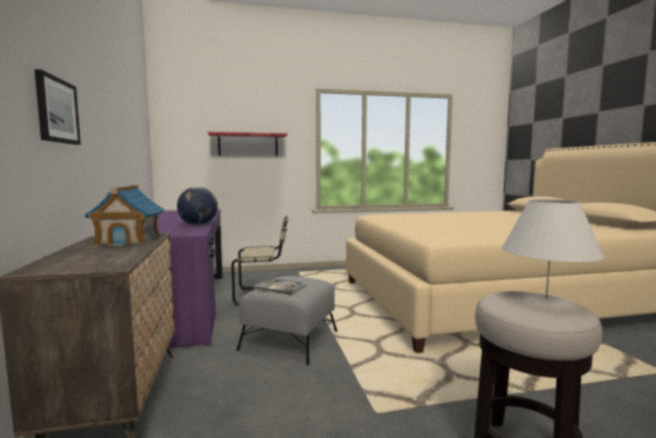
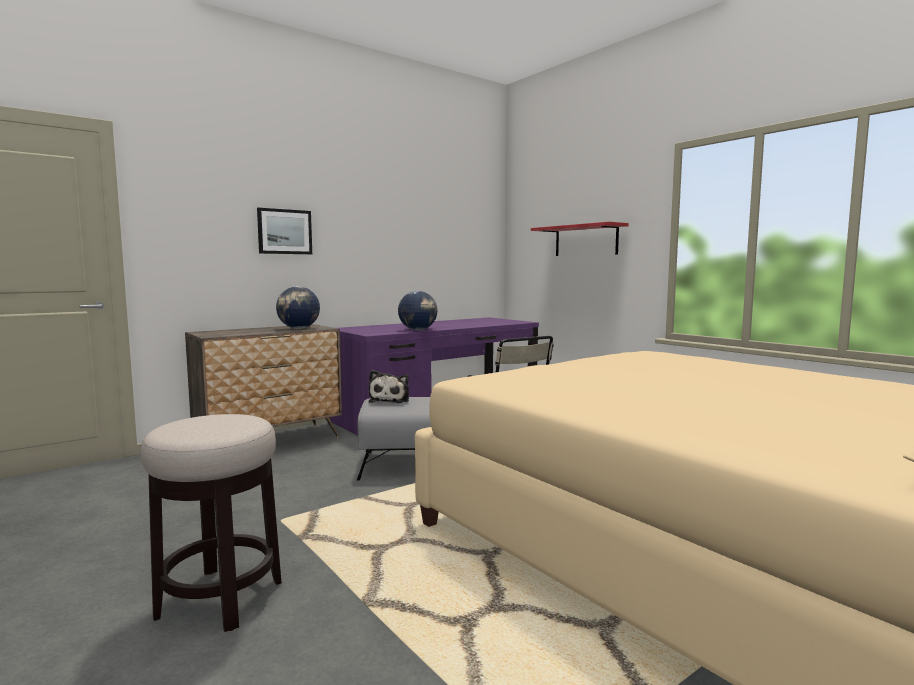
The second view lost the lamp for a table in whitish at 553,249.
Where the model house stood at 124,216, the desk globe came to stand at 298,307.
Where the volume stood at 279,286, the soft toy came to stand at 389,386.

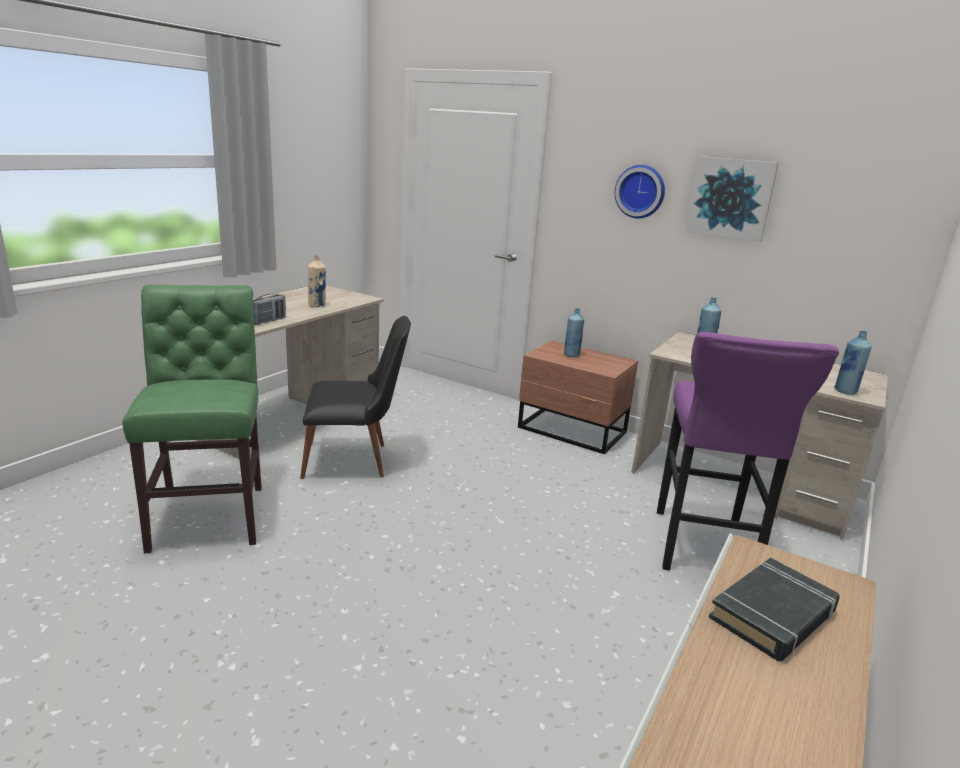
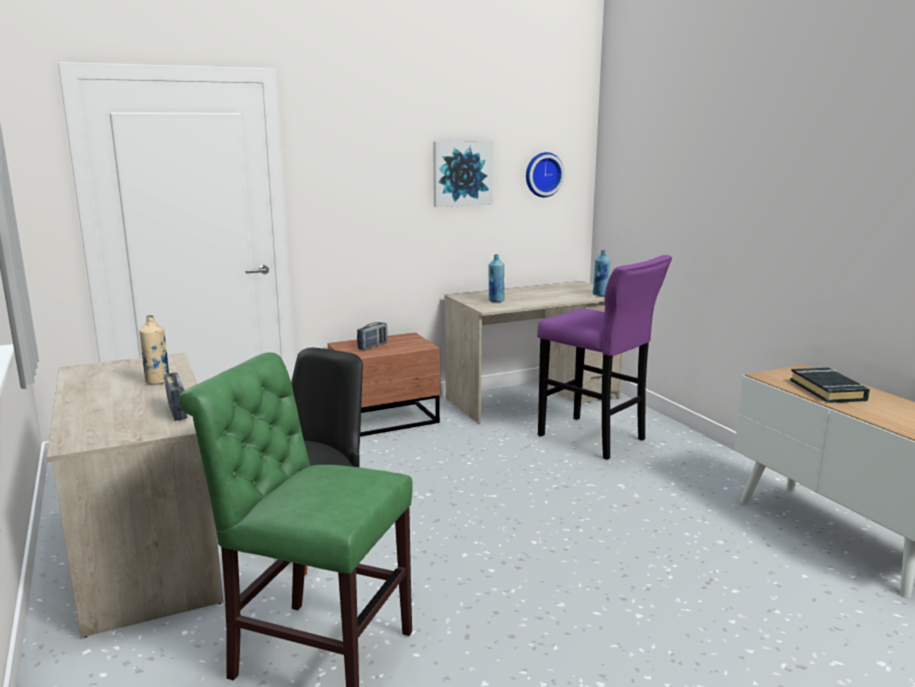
The wall clock ended up elsewhere, having gone from 640,191 to 545,174.
Where the beverage bottle in bluish stood at 574,332, the radio receiver came to stand at 372,336.

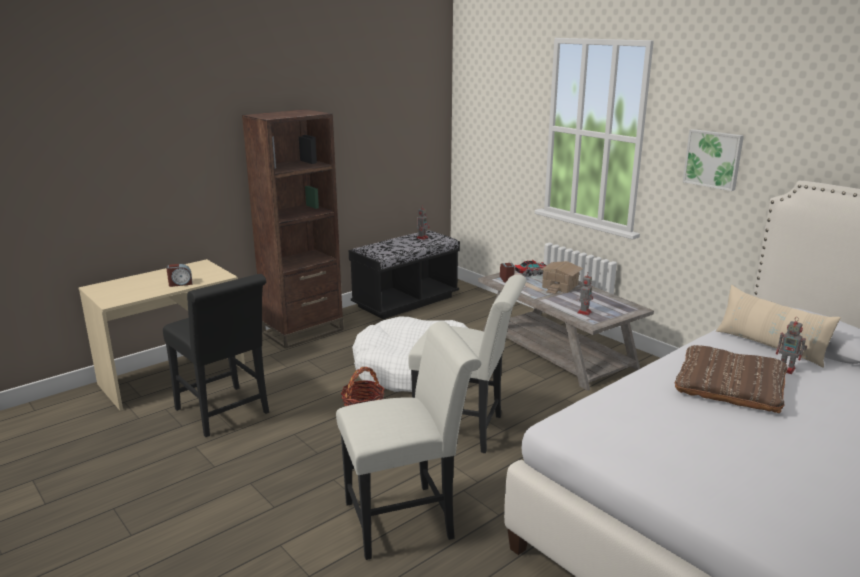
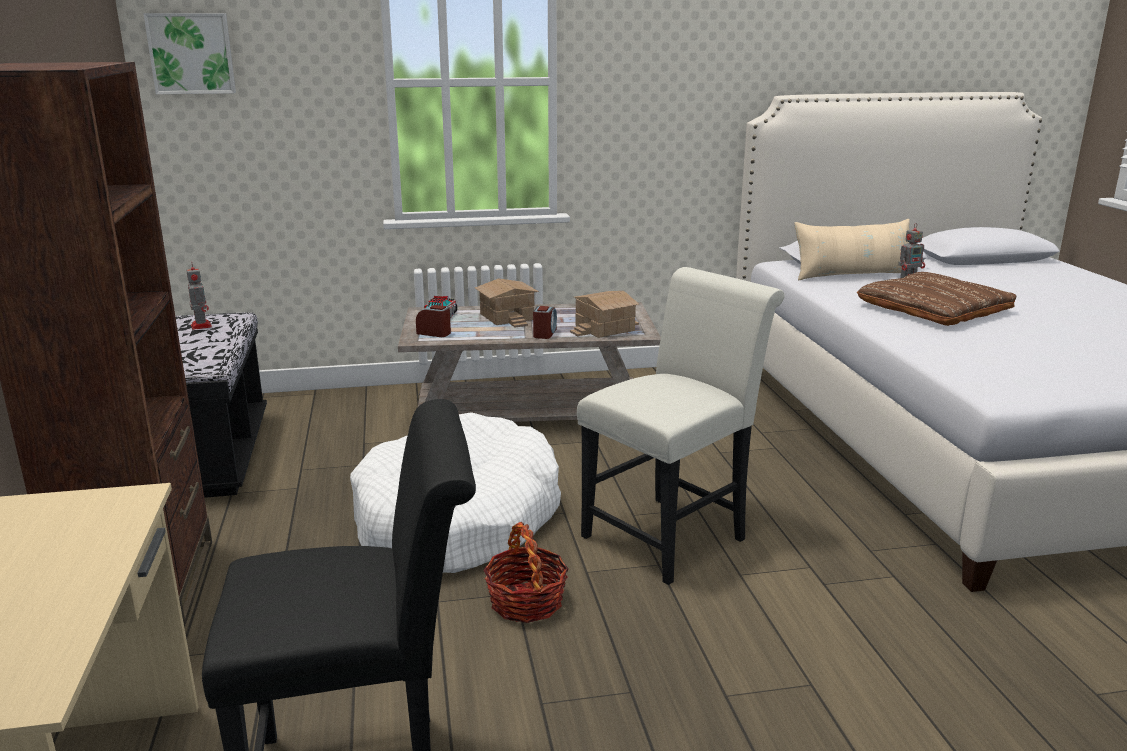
The second view lost the upright chair in whitish at 409,440.
The alarm clock ended up elsewhere, having gone from 179,275 to 545,322.
The wall picture ended up elsewhere, having gone from 713,160 to 189,53.
Where the toy robot stood at 585,294, the model house came to stand at 604,314.

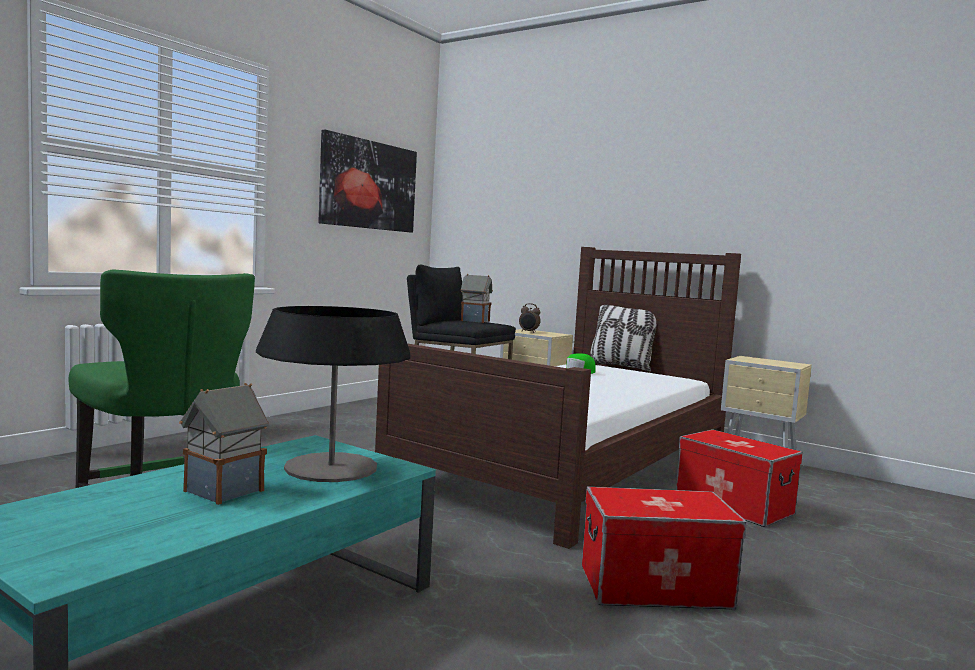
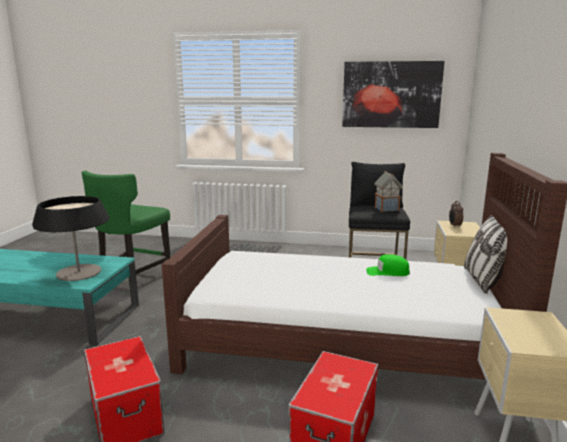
The second view lost the model house at 224,444.

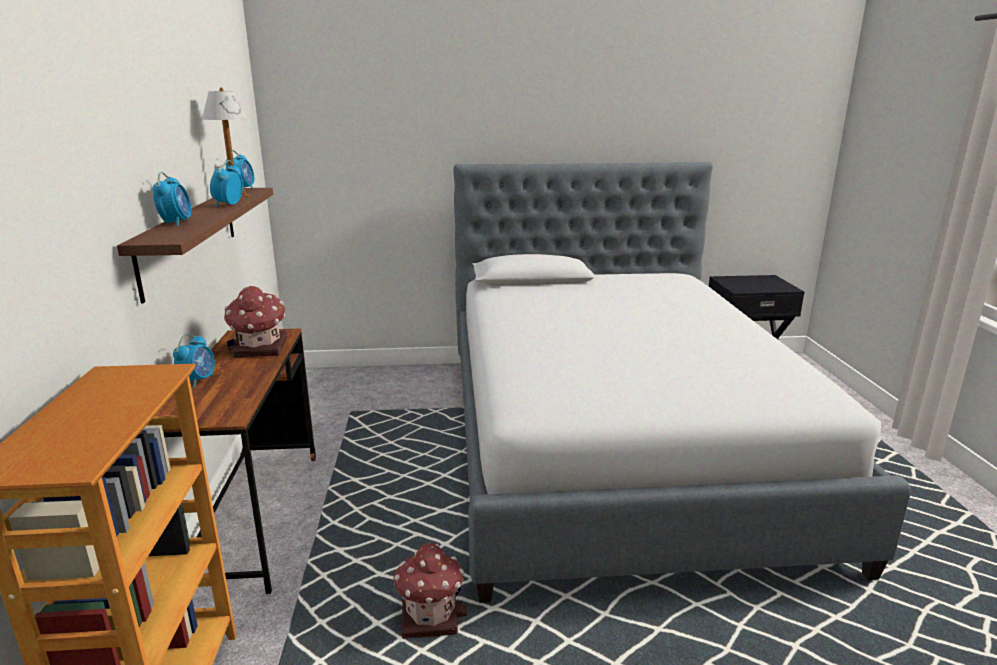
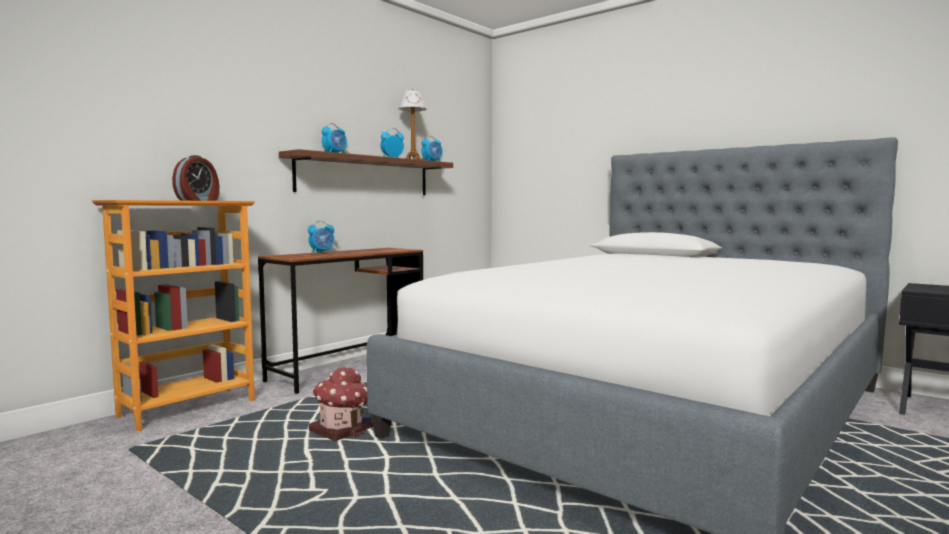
The second view lost the model house at 255,321.
The second view gained the alarm clock at 196,178.

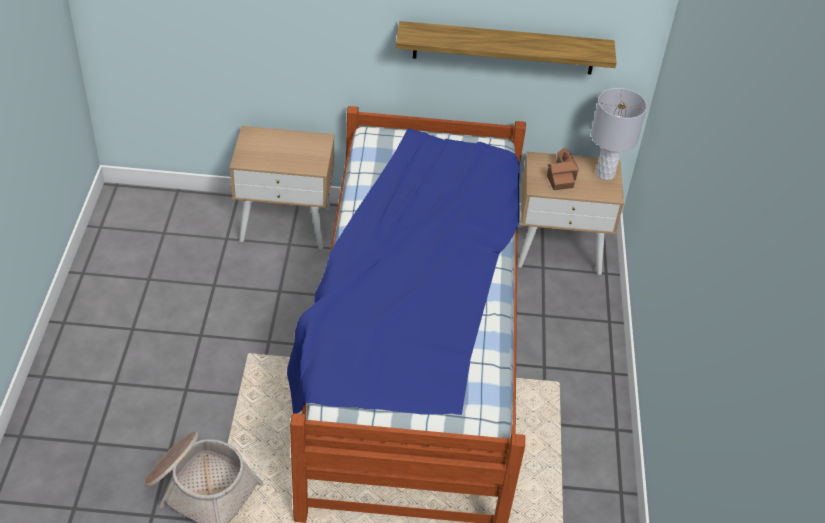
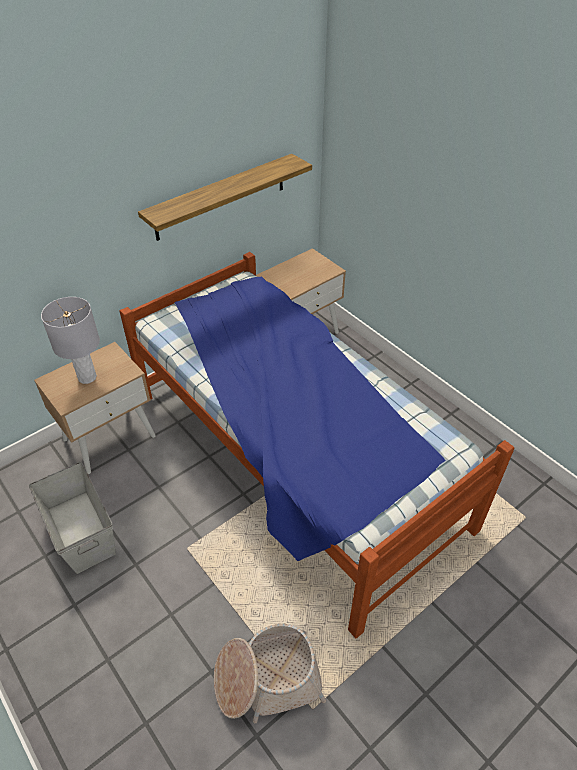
The second view lost the model house at 563,169.
The second view gained the storage bin in grey at 72,518.
The lamp for a table in grey ended up elsewhere, having gone from 619,134 to 70,340.

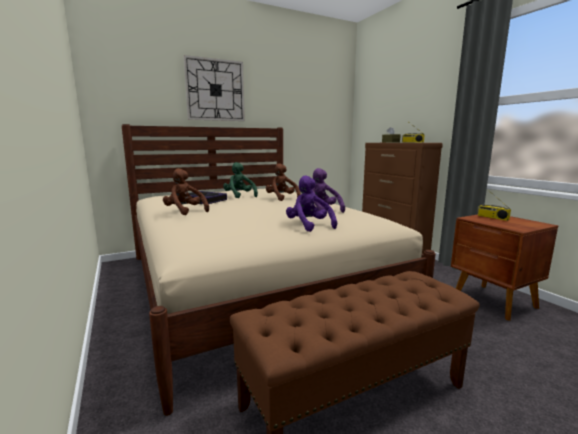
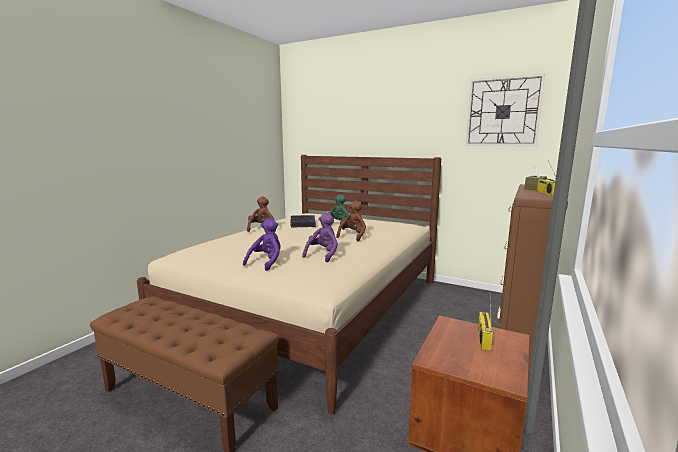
The wall clock ended up elsewhere, having gone from 214,88 to 505,110.

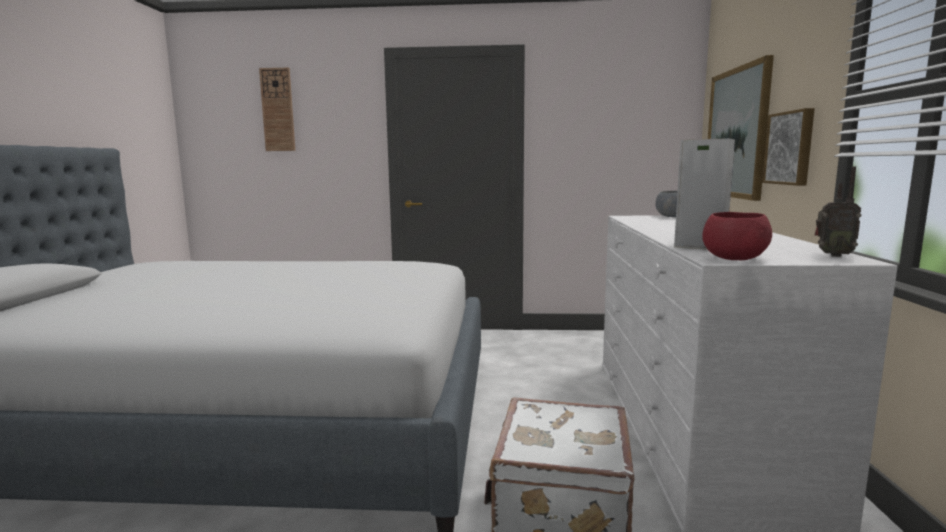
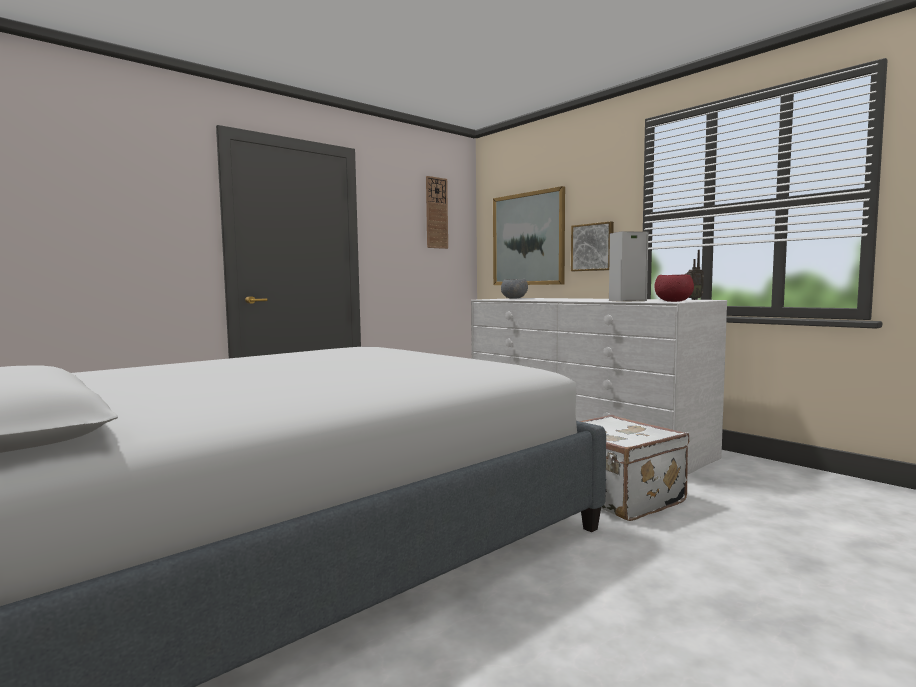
The wall clock ended up elsewhere, having gone from 277,109 to 437,212.

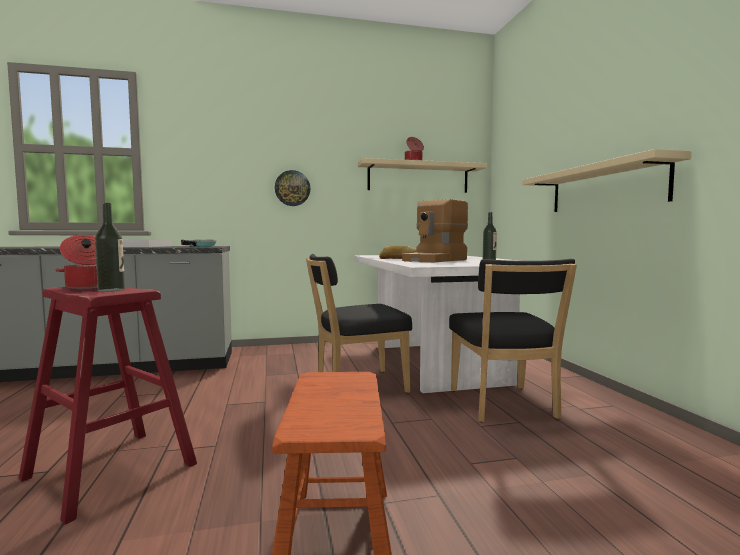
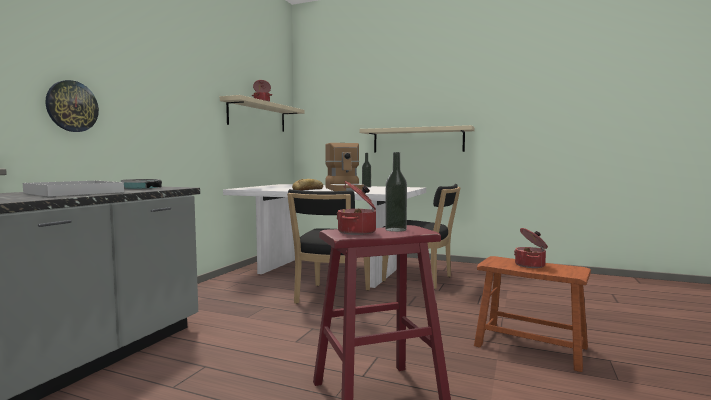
The second view gained the cooking pot at 531,248.
The wall clock ended up elsewhere, having gone from 292,188 to 72,106.

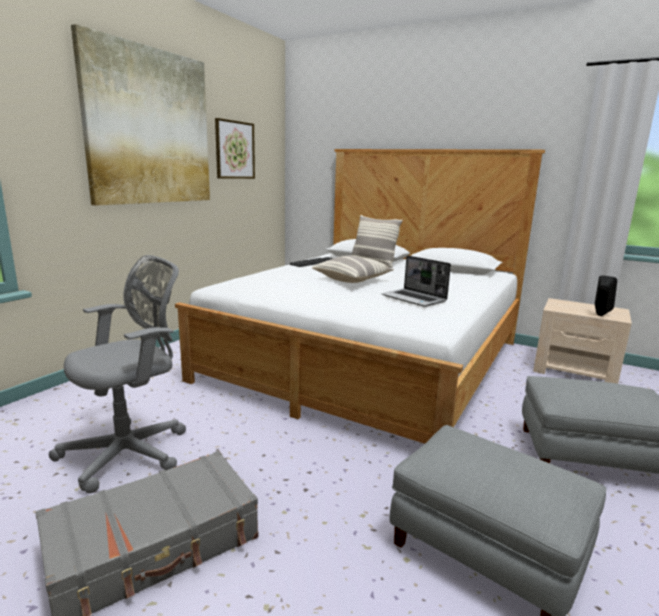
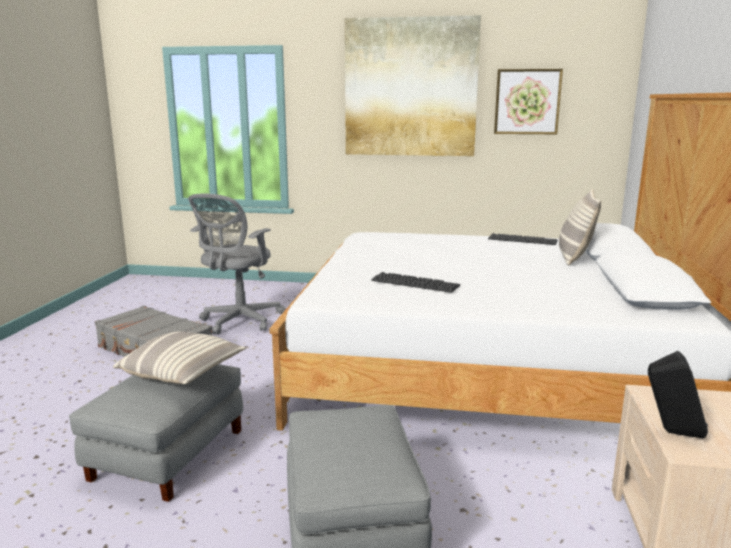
The throw pillow ended up elsewhere, having gone from 353,269 to 179,357.
Where the laptop stood at 416,281, the PC keyboard came to stand at 416,282.
The office chair in grey at 117,374 ended up facing another way, 90 degrees clockwise from before.

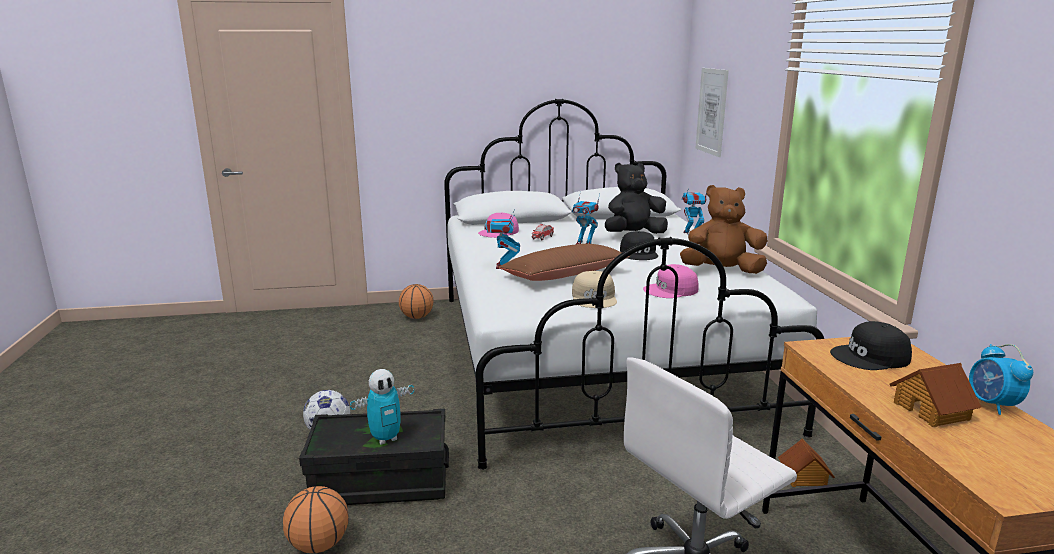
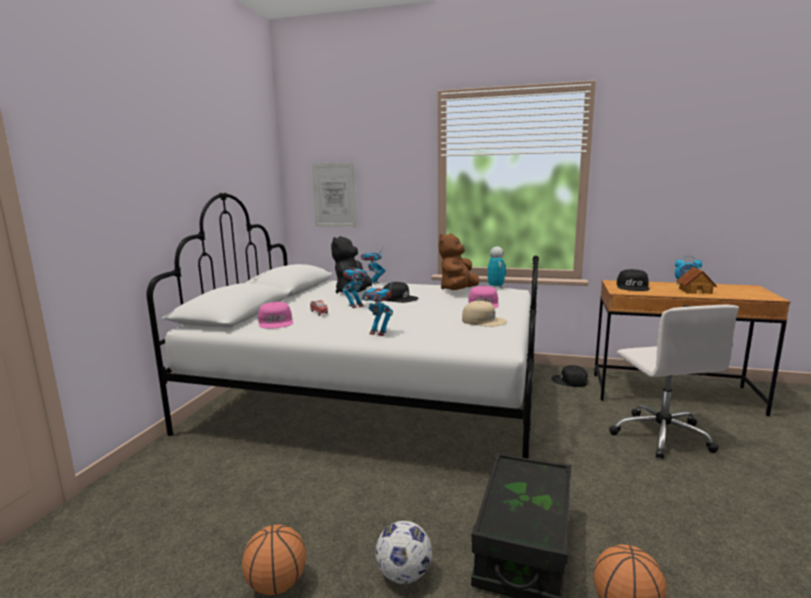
The second view lost the throw pillow in brown at 564,262.
The toy robot ended up elsewhere, having gone from 382,407 to 496,267.
The basketball ended up elsewhere, having gone from 416,301 to 274,560.
Where the model house stood at 806,463, the peaked cap in black came to stand at 569,376.

